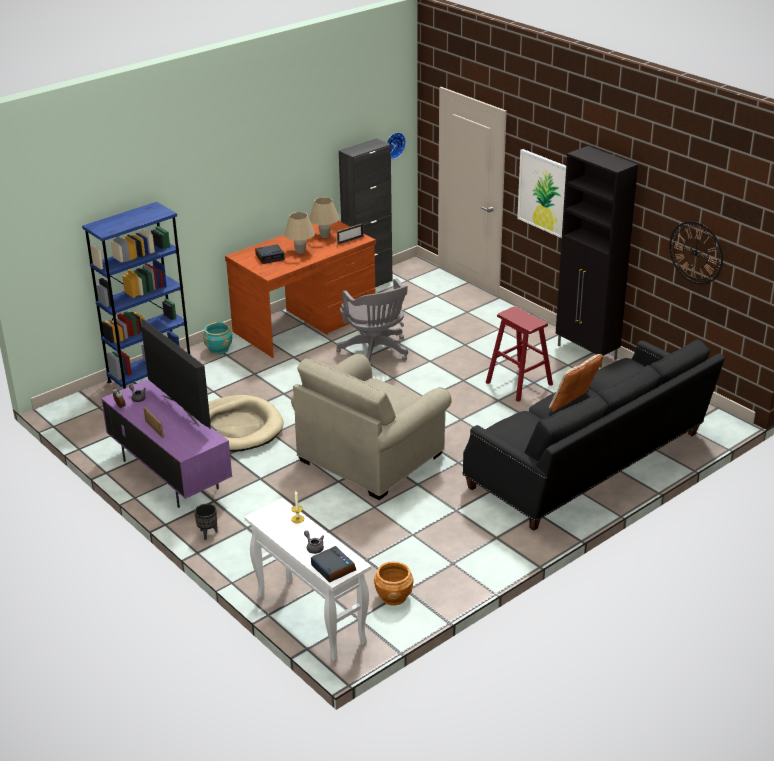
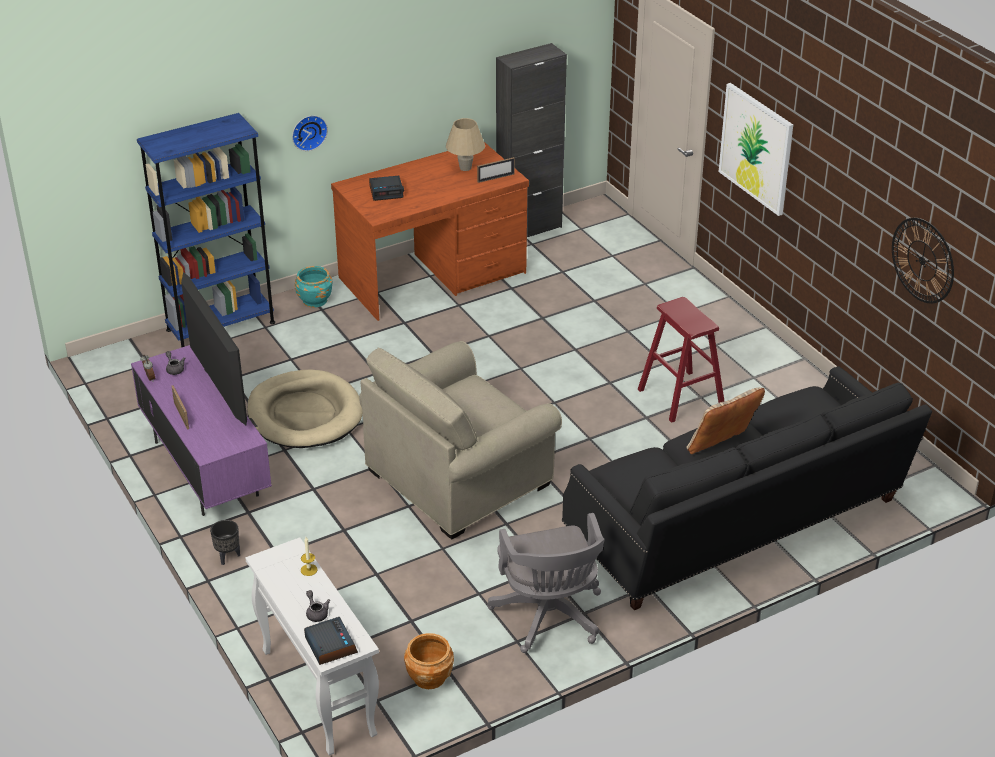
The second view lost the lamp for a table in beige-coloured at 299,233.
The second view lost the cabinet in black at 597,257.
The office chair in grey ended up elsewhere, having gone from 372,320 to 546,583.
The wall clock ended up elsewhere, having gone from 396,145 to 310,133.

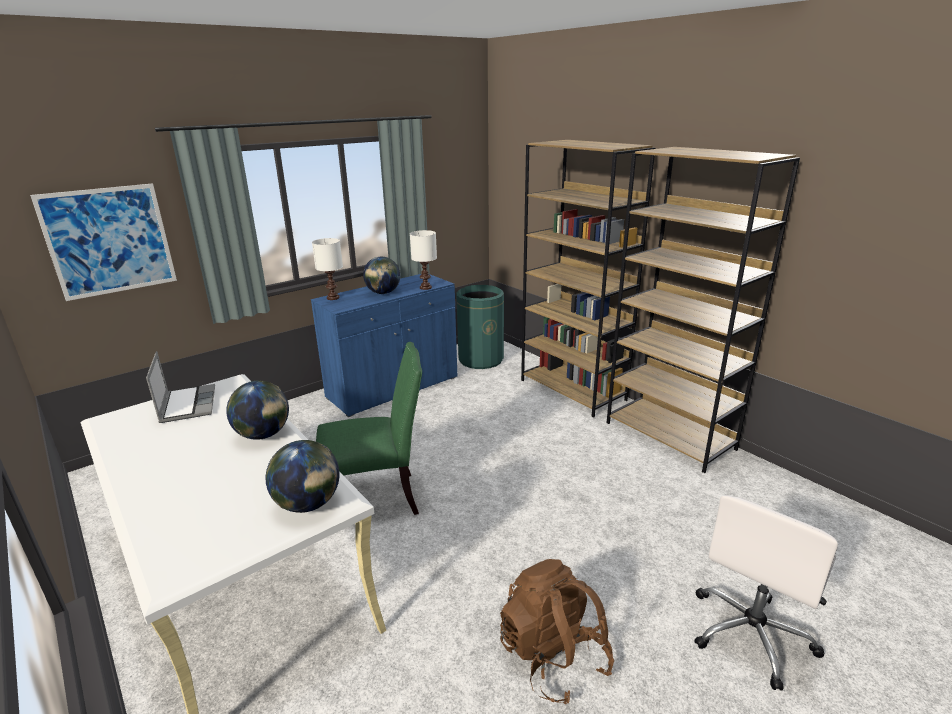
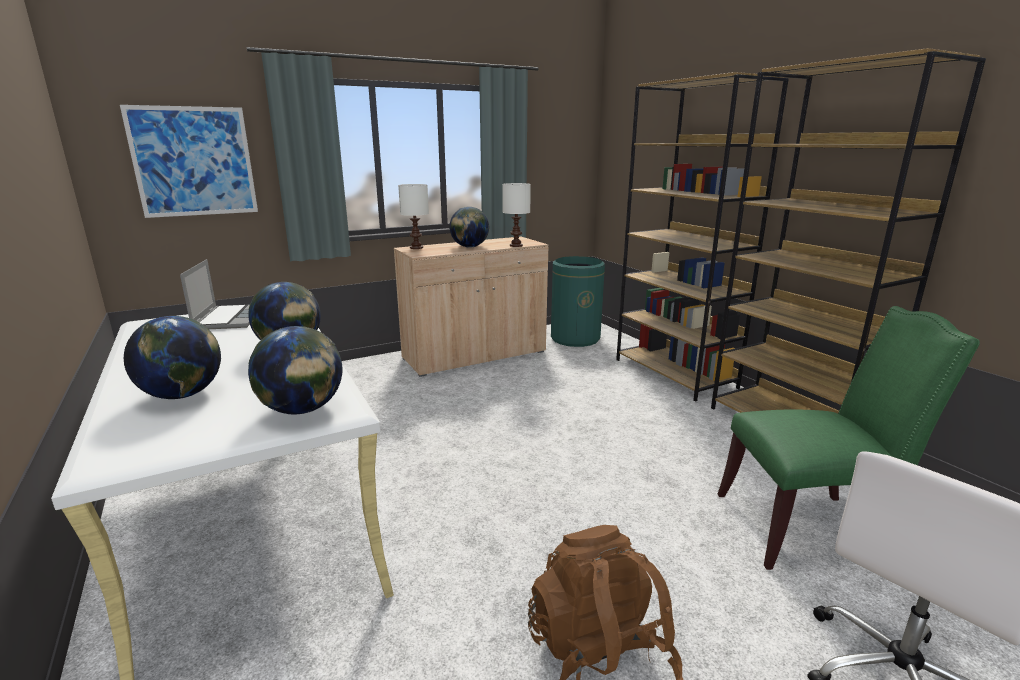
The second view gained the desk globe at 172,357.
The upright chair in greenish ended up elsewhere, having gone from 369,428 to 849,438.
What was the cabinet in bluish at 384,345 turned into the cabinet in beige-coloured at 471,307.

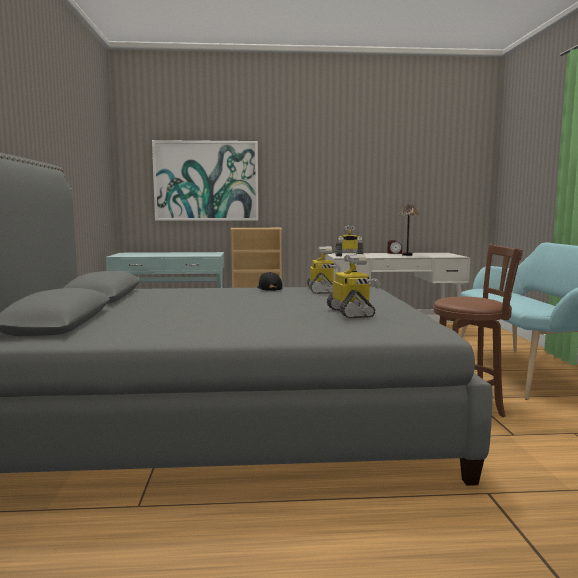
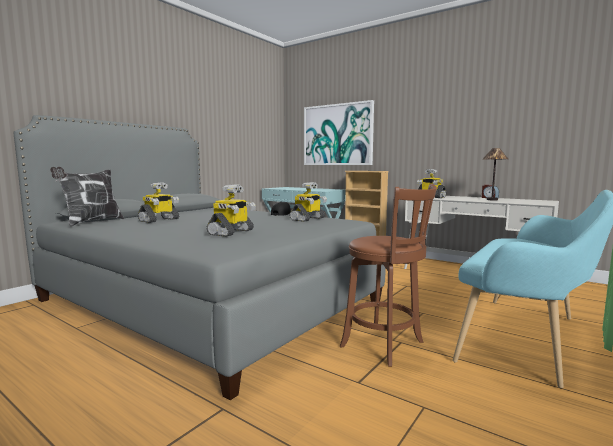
The second view gained the throw pillow at 87,197.
The second view gained the toy robot at 158,202.

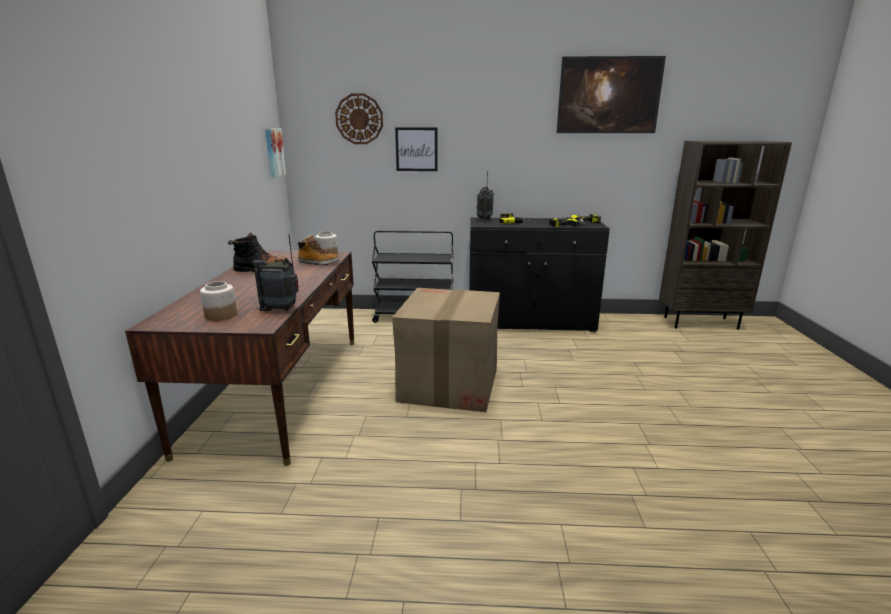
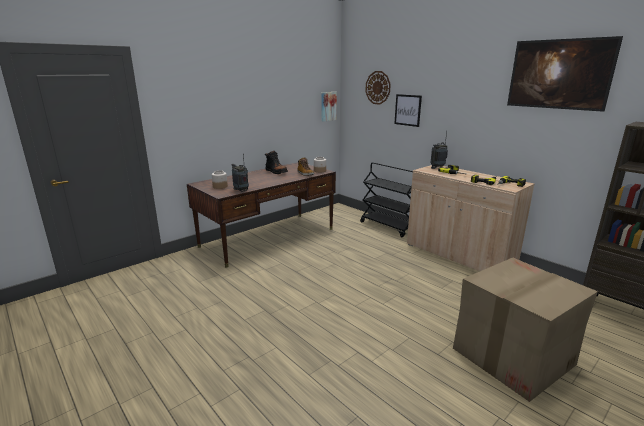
The cardboard box ended up elsewhere, having gone from 446,350 to 525,330.
What was the cabinet in black at 539,275 turned into the cabinet in beige-coloured at 471,218.

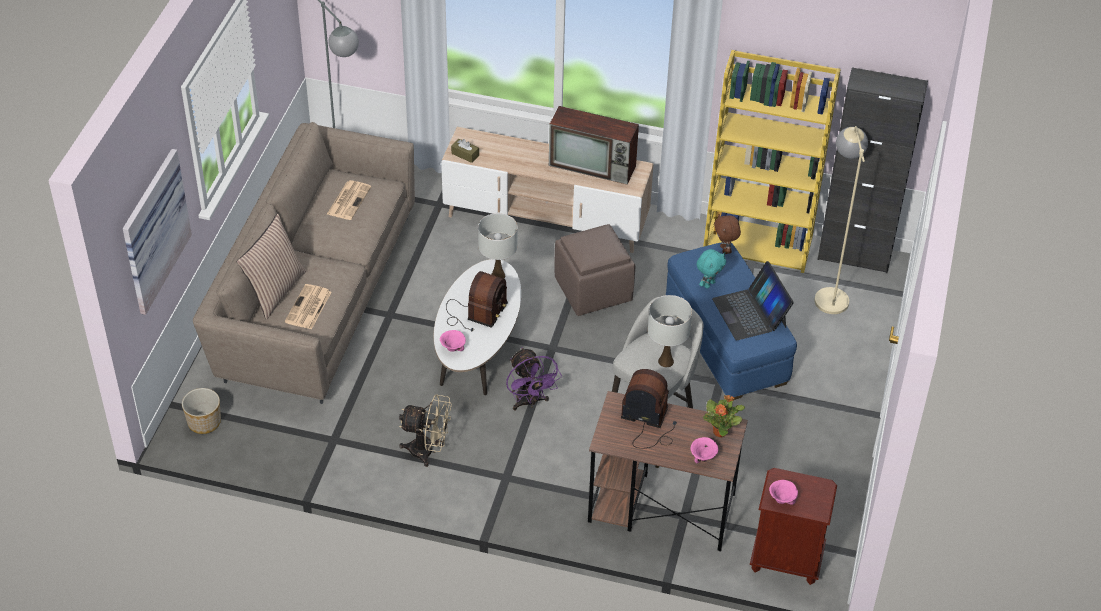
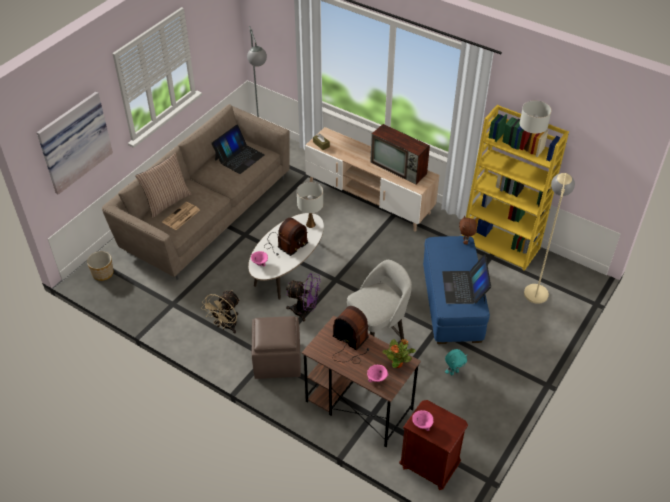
The second view lost the cabinet in black at 872,170.
The footrest in brown ended up elsewhere, having gone from 595,270 to 276,347.
The lamp for a table in whitish ended up elsewhere, having gone from 670,331 to 535,126.
The soft toy in blue-green ended up elsewhere, having gone from 711,269 to 456,362.
Where the newspaper stood at 349,200, the laptop came to stand at 238,149.
The electric fan in beige-coloured at 425,430 ended up facing another way, 90 degrees clockwise from before.
The electric fan in purple-coloured at 534,378 ended up facing another way, 75 degrees counterclockwise from before.

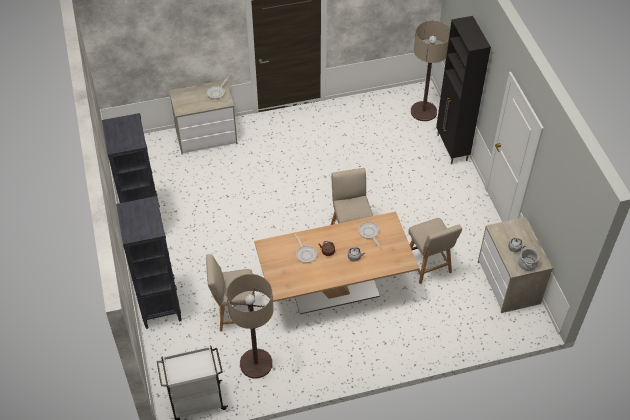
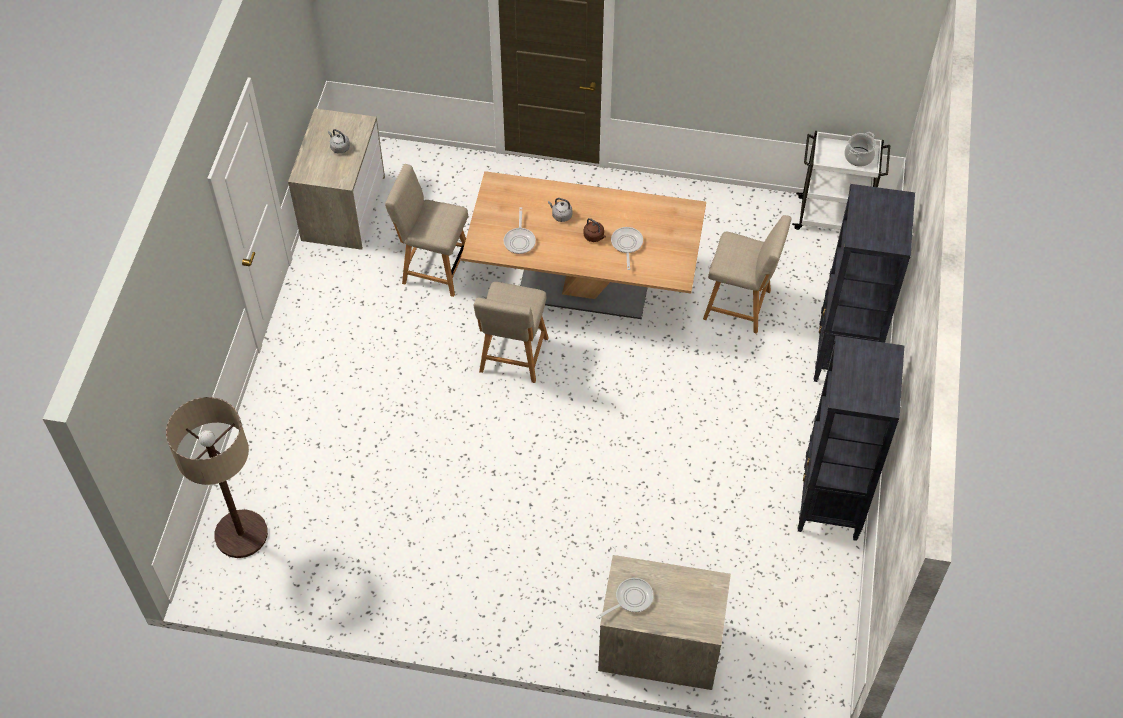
The second view lost the standard lamp at 250,326.
The second view lost the cabinet in black at 463,90.
The cooking pot ended up elsewhere, having gone from 528,258 to 860,149.
The upright chair in beige-coloured at 435,251 ended up facing another way, 75 degrees counterclockwise from before.

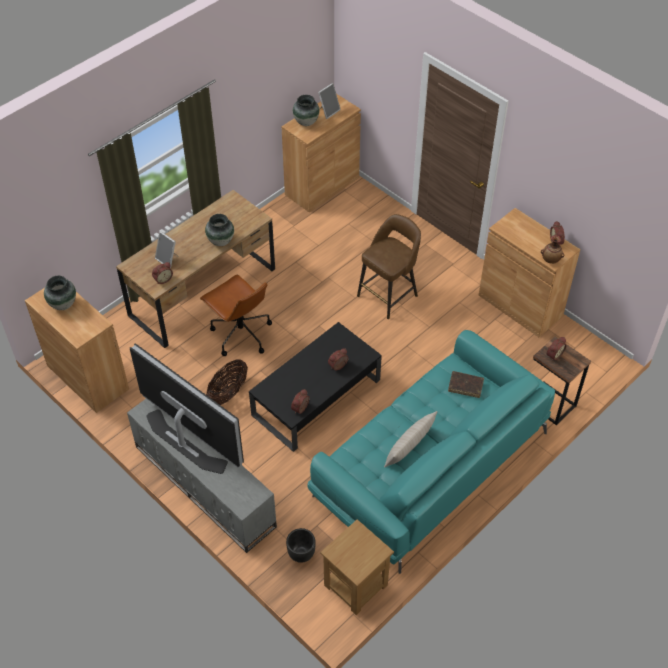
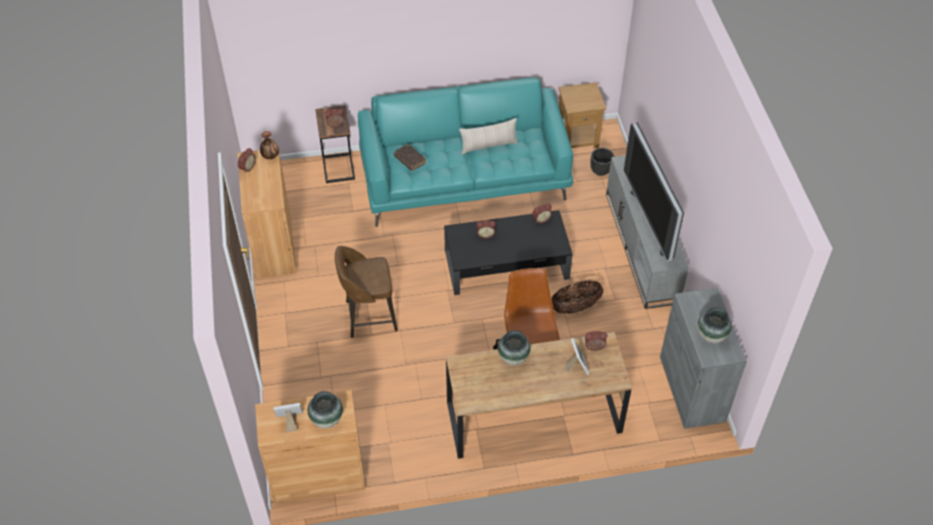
What was the cabinet in brown at 77,350 turned into the cabinet in grey at 703,358.

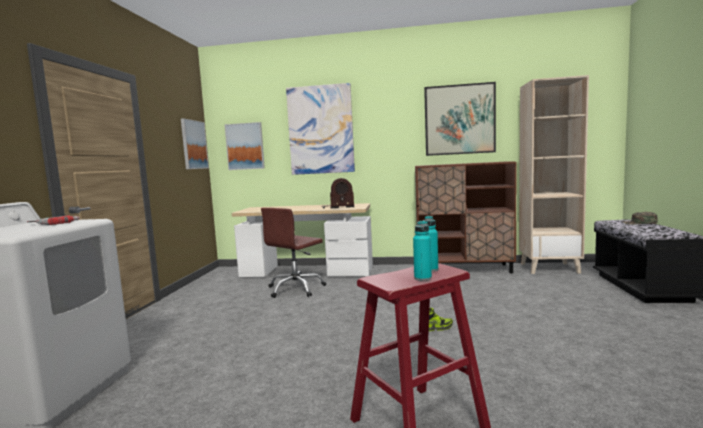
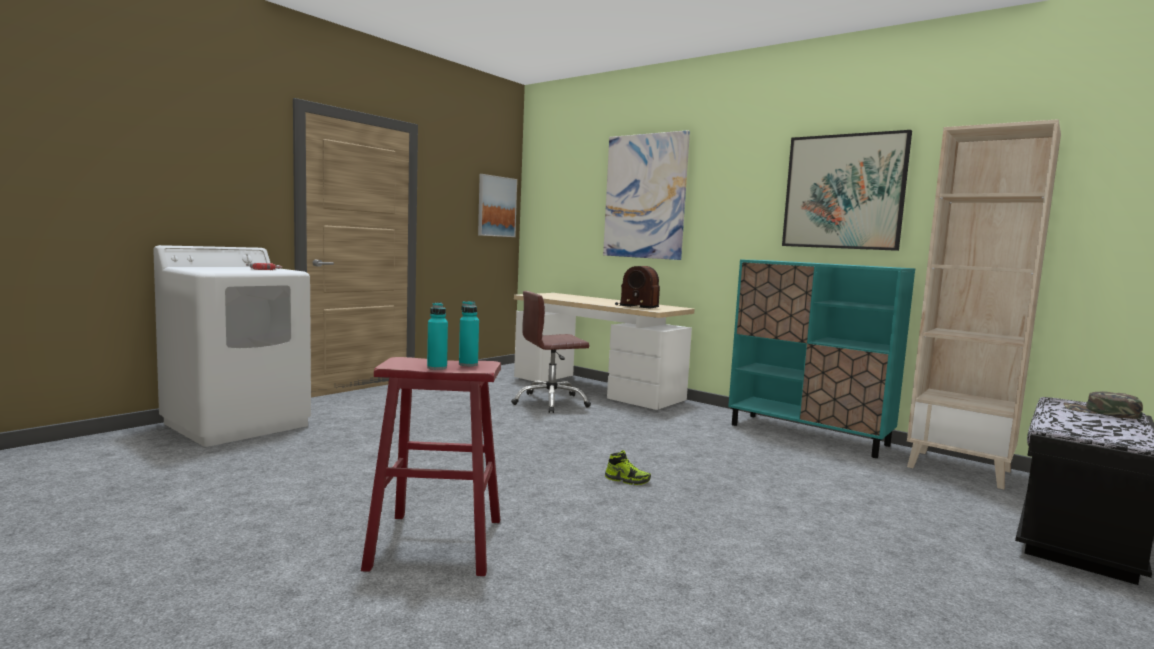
The second view lost the wall picture at 244,146.
What was the cabinet in brown at 466,217 turned into the cabinet in blue-green at 821,359.

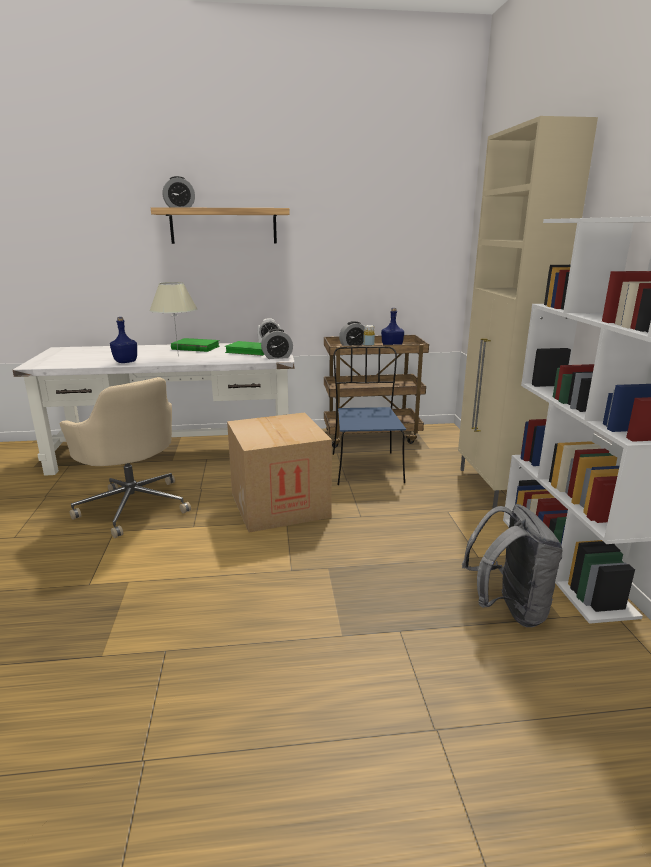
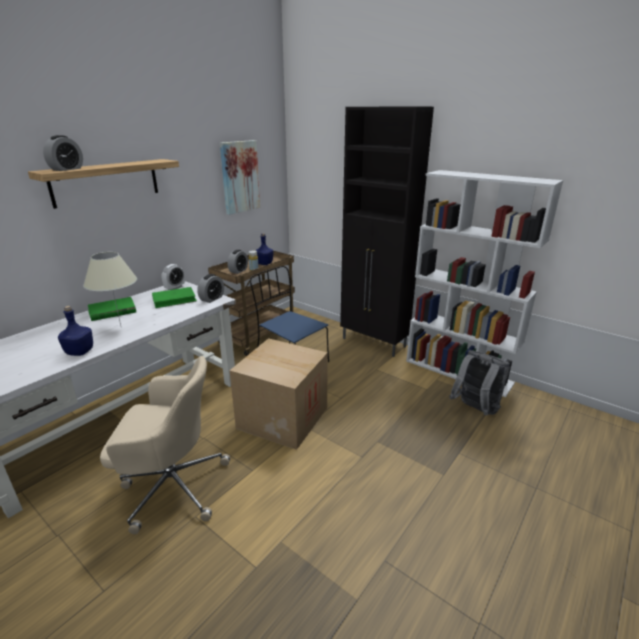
The second view gained the wall picture at 240,177.
What was the cabinet in beige-coloured at 528,312 turned into the cabinet in black at 387,231.

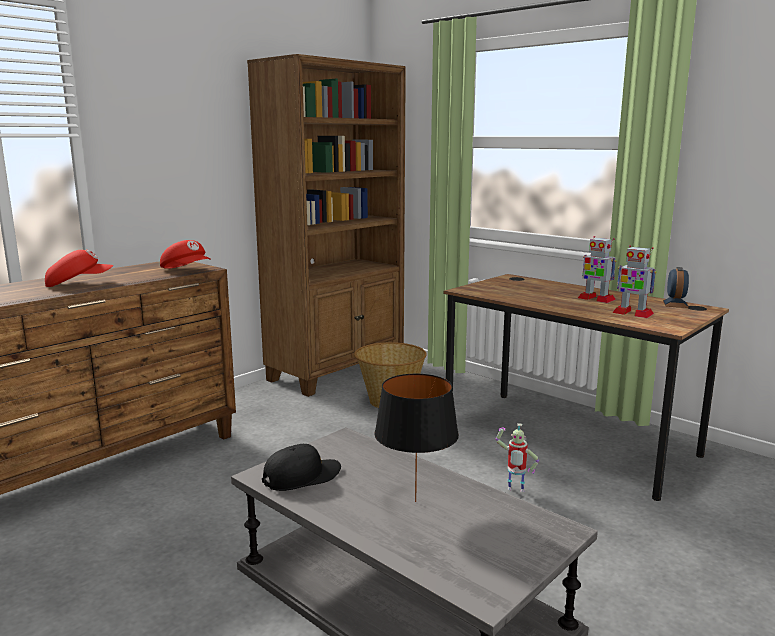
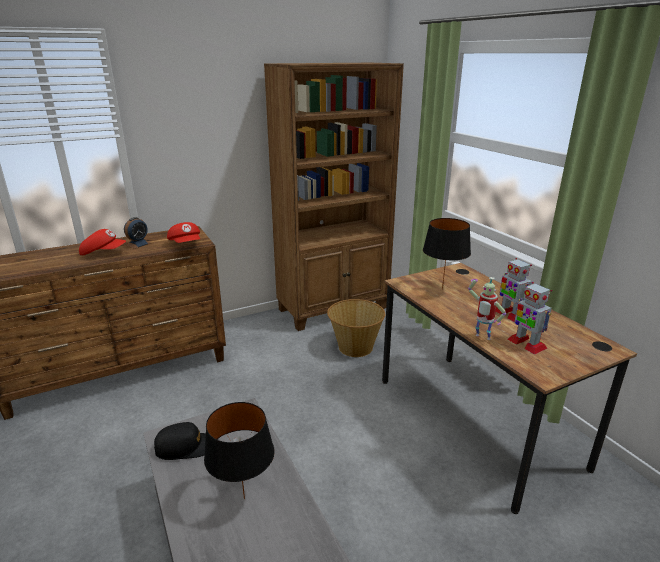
The second view gained the lamp for a table in black at 447,254.
The toy robot ended up elsewhere, having gone from 517,457 to 487,308.
The alarm clock ended up elsewhere, having gone from 676,287 to 137,233.

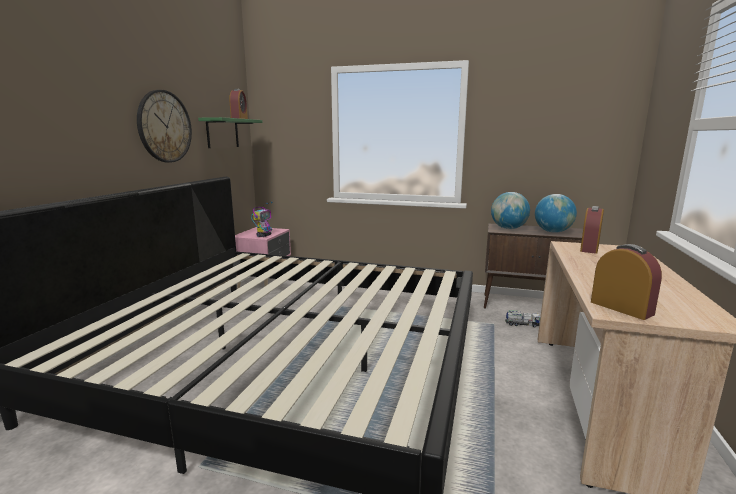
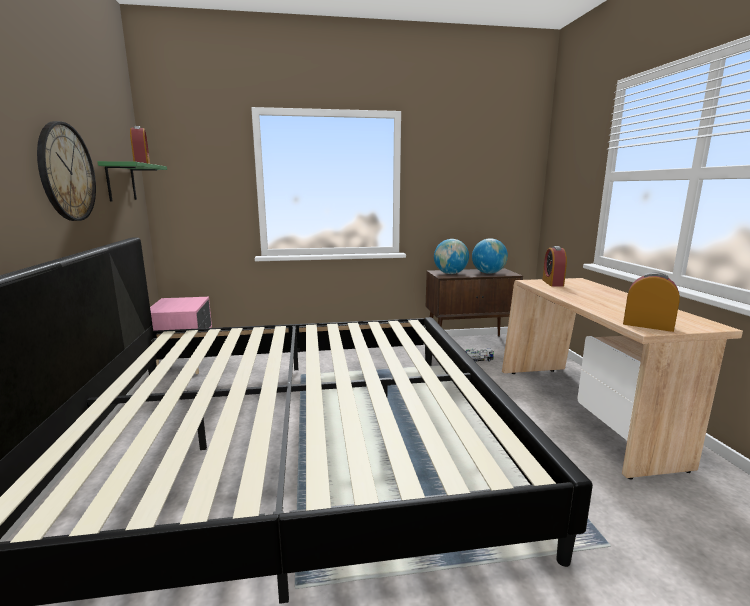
The second view lost the toy robot at 262,219.

